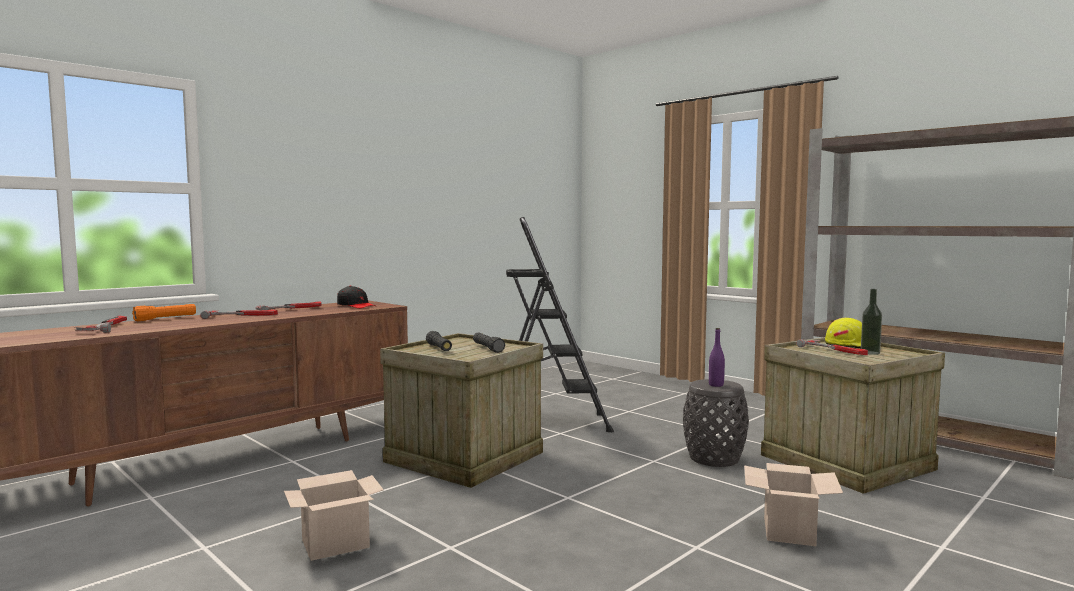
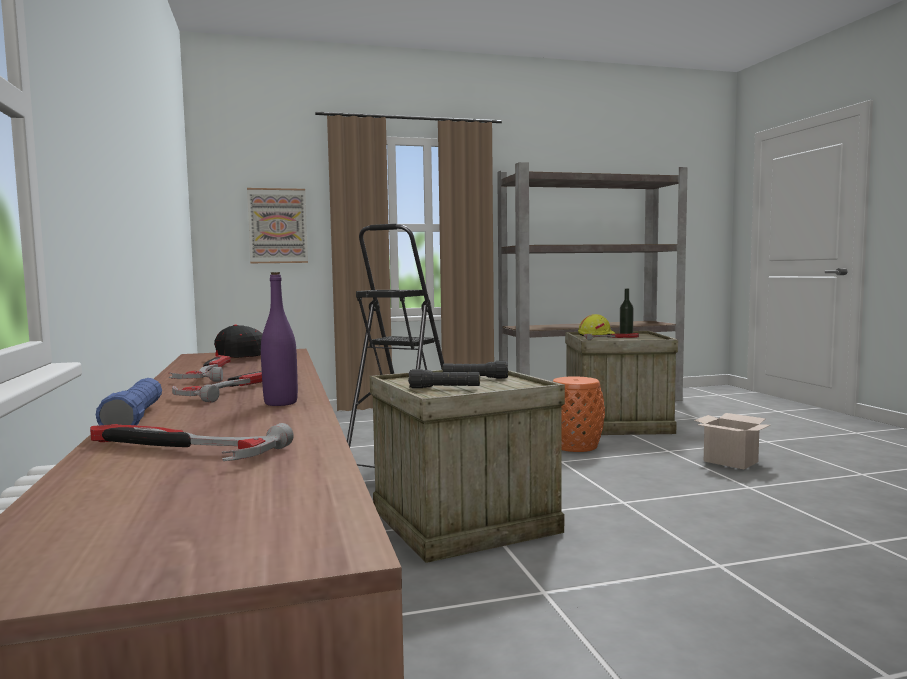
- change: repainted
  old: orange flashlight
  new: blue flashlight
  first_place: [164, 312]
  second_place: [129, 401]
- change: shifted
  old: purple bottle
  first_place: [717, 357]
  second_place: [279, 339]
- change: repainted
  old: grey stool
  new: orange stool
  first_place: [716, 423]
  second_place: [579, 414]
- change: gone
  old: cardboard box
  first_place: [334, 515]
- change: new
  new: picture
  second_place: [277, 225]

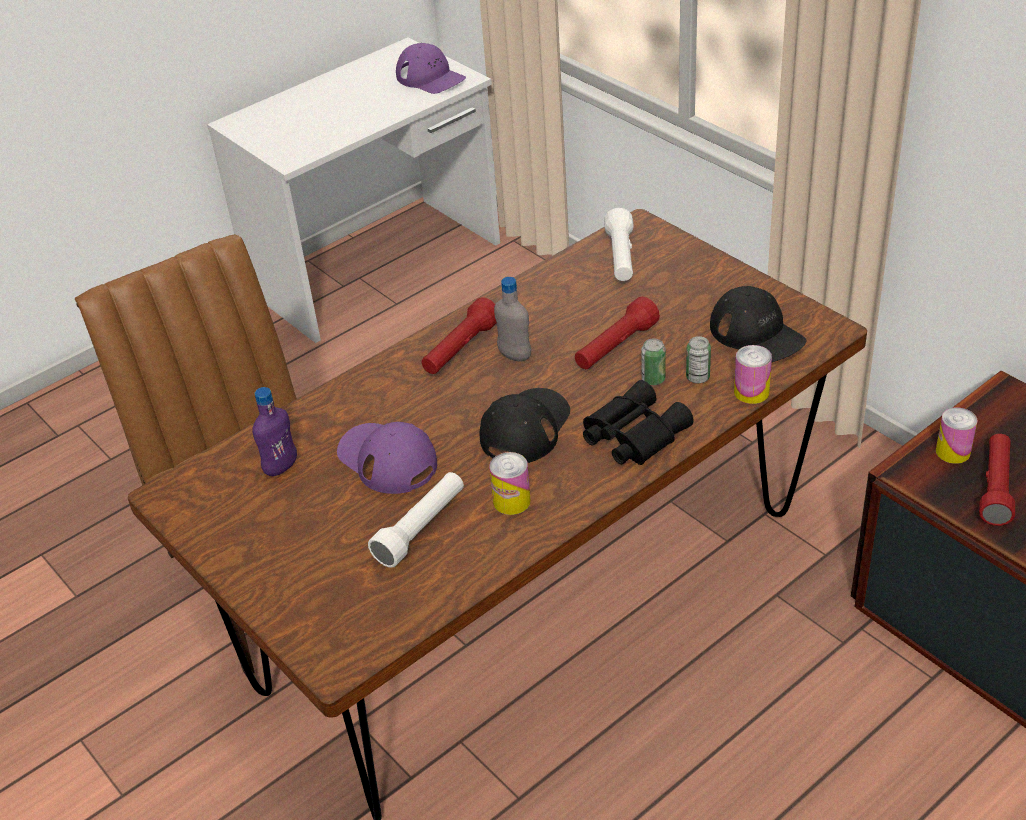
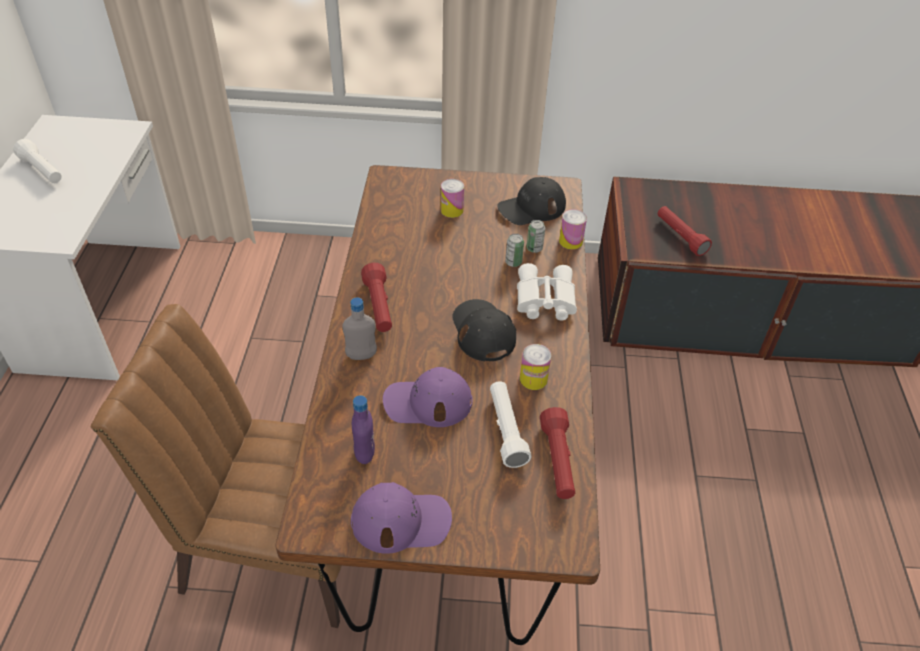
- change: shifted
  old: purple cap
  first_place: [431, 68]
  second_place: [401, 518]
- change: shifted
  old: white flashlight
  first_place: [619, 244]
  second_place: [37, 161]
- change: shifted
  old: grey bottle
  first_place: [512, 319]
  second_place: [359, 328]
- change: rotated
  old: black cap
  first_place: [758, 324]
  second_place: [532, 201]
  degrees: 150
- change: shifted
  old: red flashlight
  first_place: [617, 332]
  second_place: [557, 453]
- change: repainted
  old: black binoculars
  new: white binoculars
  first_place: [638, 422]
  second_place: [547, 291]
- change: shifted
  old: can
  first_place: [957, 435]
  second_place: [452, 198]

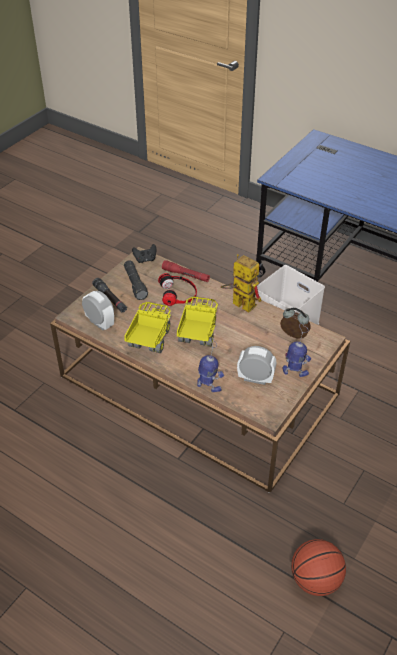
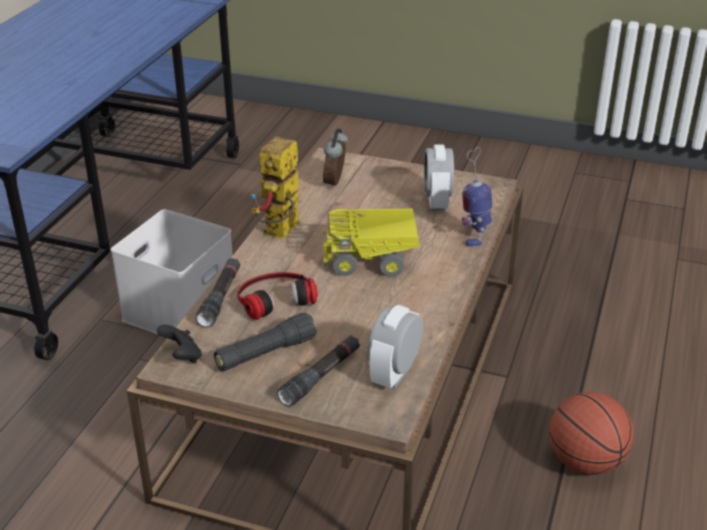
- change: repainted
  old: red flashlight
  new: black flashlight
  first_place: [186, 271]
  second_place: [218, 292]
- change: gone
  old: toy truck
  first_place: [148, 327]
- change: gone
  old: toy robot
  first_place: [296, 350]
- change: shifted
  old: basketball
  first_place: [318, 567]
  second_place: [591, 433]

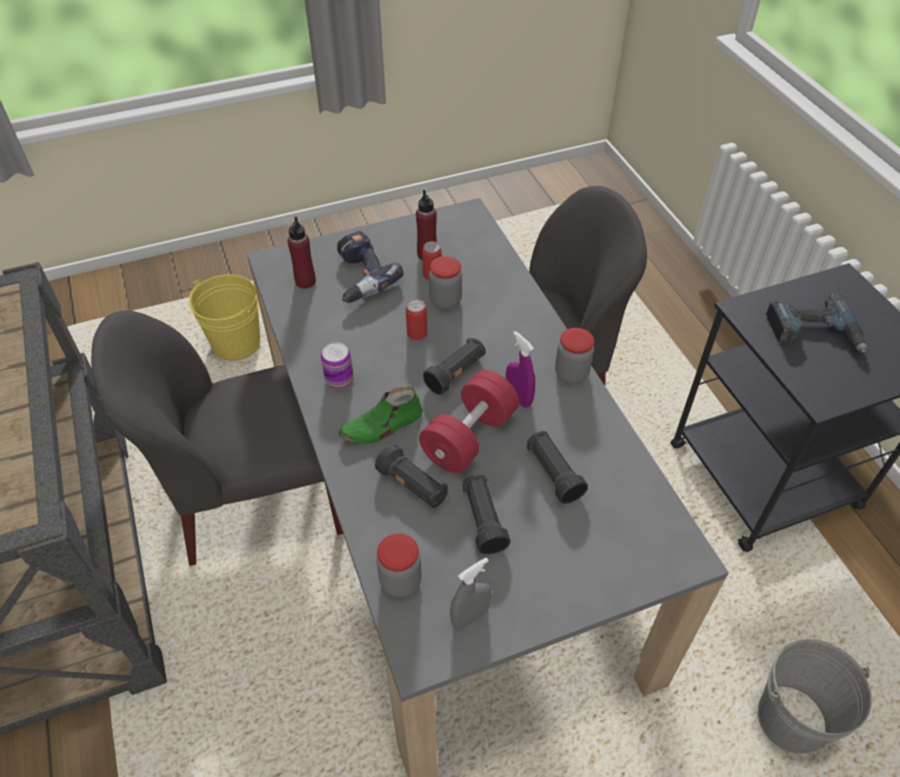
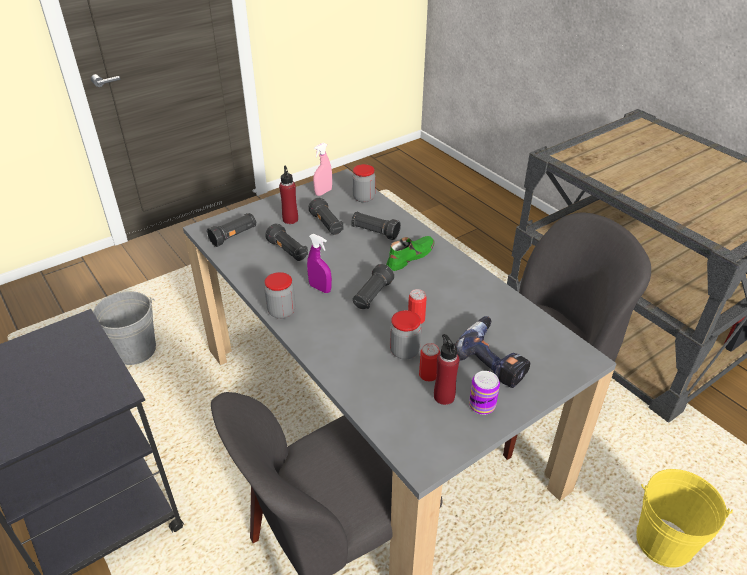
- change: shifted
  old: red bottle
  first_place: [301, 253]
  second_place: [288, 194]
- change: gone
  old: power drill
  first_place: [816, 323]
- change: shifted
  old: can
  first_place: [337, 365]
  second_place: [484, 393]
- change: gone
  old: red dumbbell
  first_place: [469, 421]
- change: repainted
  old: grey spray bottle
  new: pink spray bottle
  first_place: [470, 593]
  second_place: [322, 169]
- change: new
  new: black flashlight
  second_place: [232, 230]

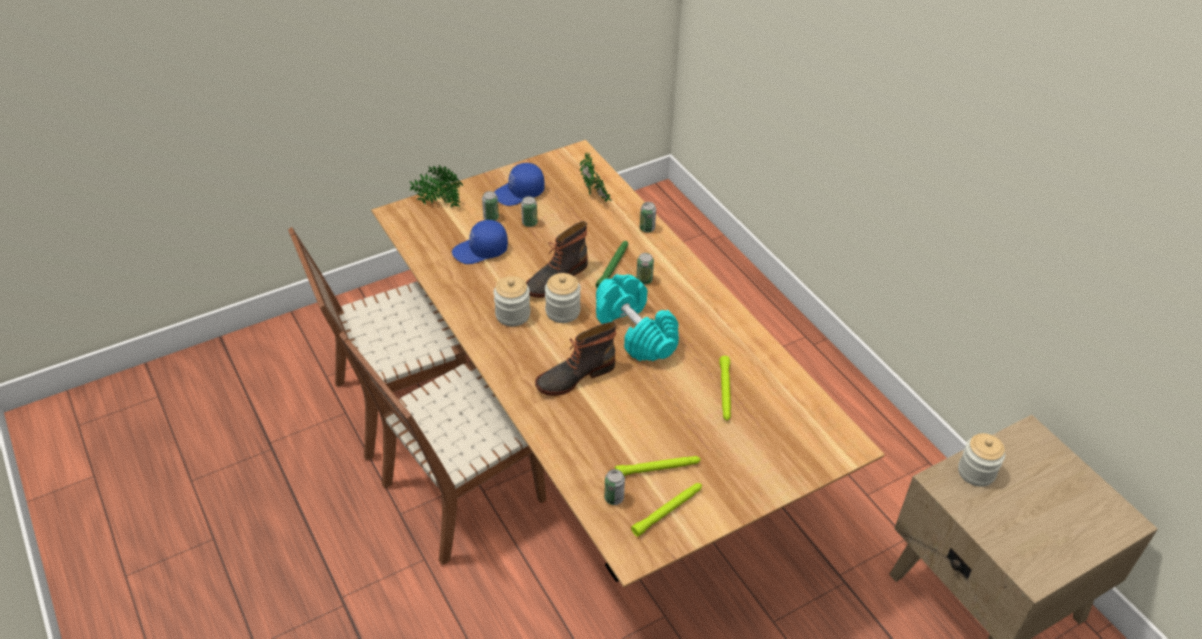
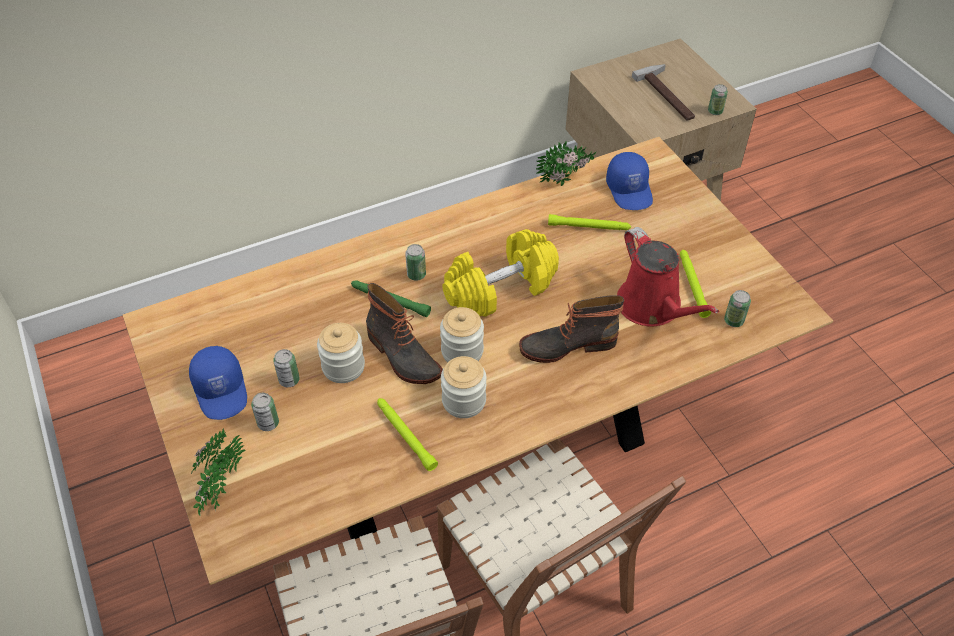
- change: shifted
  old: potted plant
  first_place: [595, 177]
  second_place: [566, 163]
- change: shifted
  old: can
  first_place: [648, 217]
  second_place: [718, 99]
- change: shifted
  old: blue cap
  first_place: [480, 242]
  second_place: [629, 181]
- change: repainted
  old: turquoise dumbbell
  new: yellow dumbbell
  first_place: [637, 317]
  second_place: [500, 273]
- change: rotated
  old: boot
  first_place: [575, 359]
  second_place: [571, 329]
  degrees: 105
- change: shifted
  old: jar
  first_place: [981, 460]
  second_place: [341, 353]
- change: shifted
  old: green flashlight
  first_place: [666, 510]
  second_place: [407, 434]
- change: new
  new: hammer
  second_place: [663, 92]
- change: new
  new: red watering can
  second_place: [668, 277]

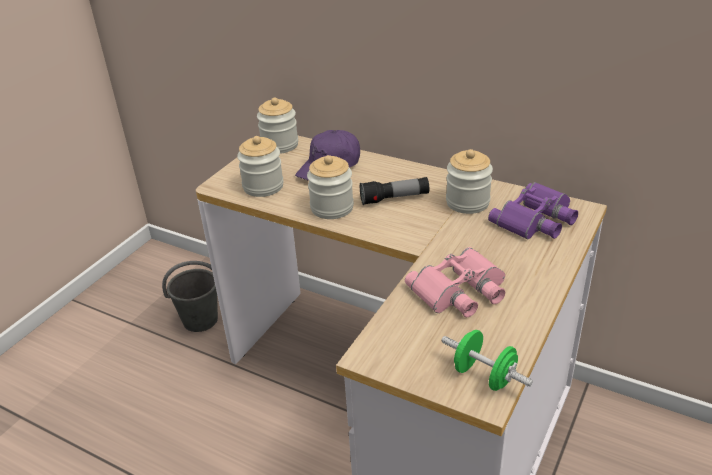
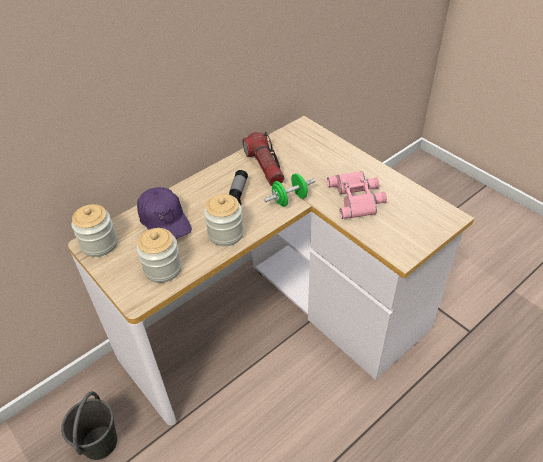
- change: swapped
  old: jar
  new: flashlight
  first_place: [469, 181]
  second_place: [264, 159]
- change: gone
  old: purple binoculars
  first_place: [533, 210]
- change: shifted
  old: green dumbbell
  first_place: [487, 360]
  second_place: [289, 190]

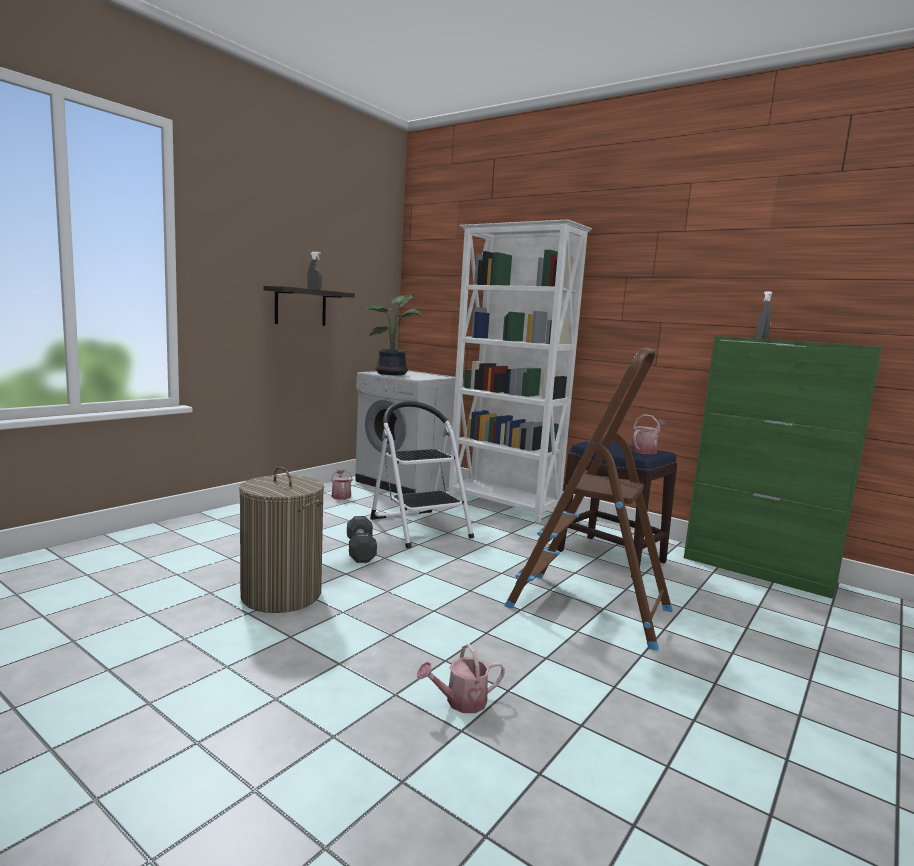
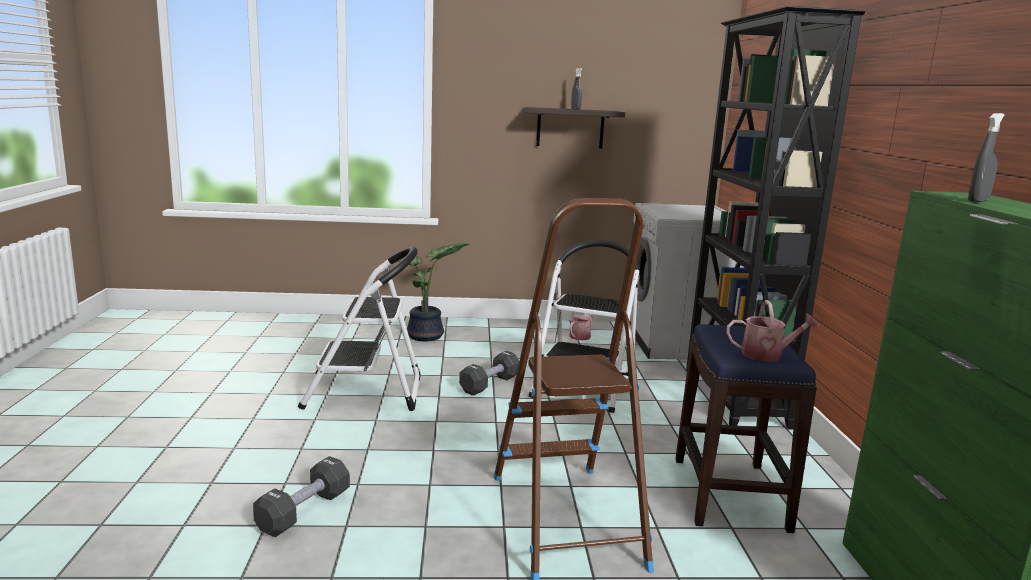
- change: repainted
  old: white bookcase
  new: black bookcase
  first_place: [520, 371]
  second_place: [776, 218]
- change: shifted
  old: potted plant
  first_place: [394, 334]
  second_place: [434, 292]
- change: swapped
  old: laundry basket
  new: step ladder
  first_place: [281, 539]
  second_place: [359, 329]
- change: swapped
  old: watering can
  new: black dumbbell
  first_place: [461, 678]
  second_place: [301, 496]

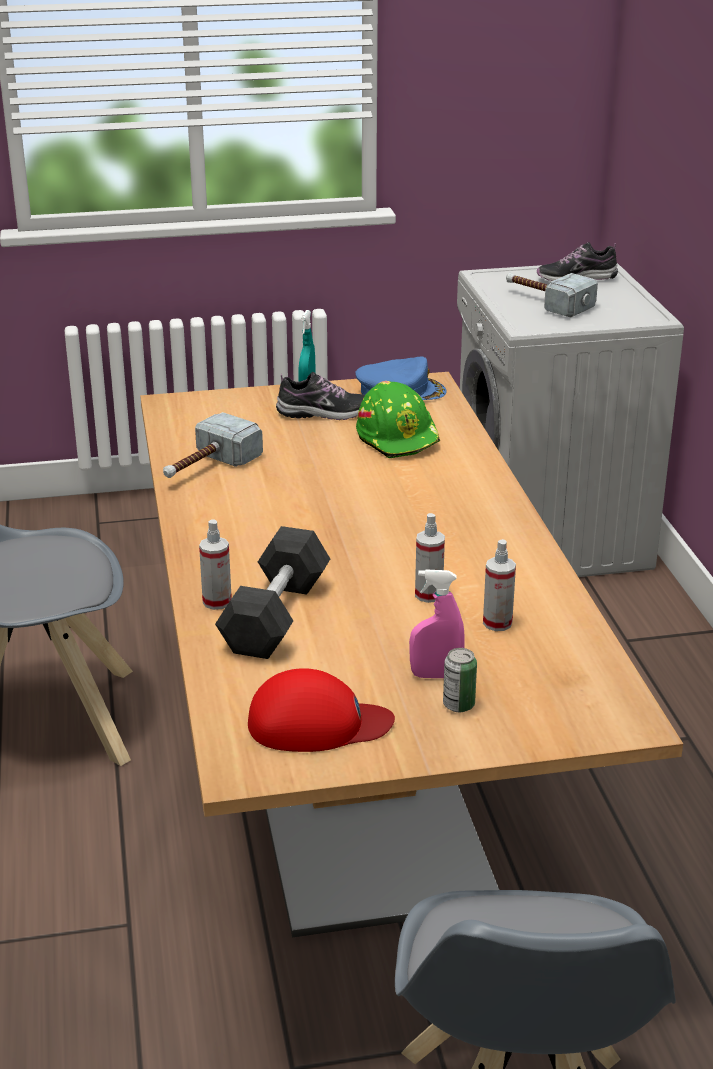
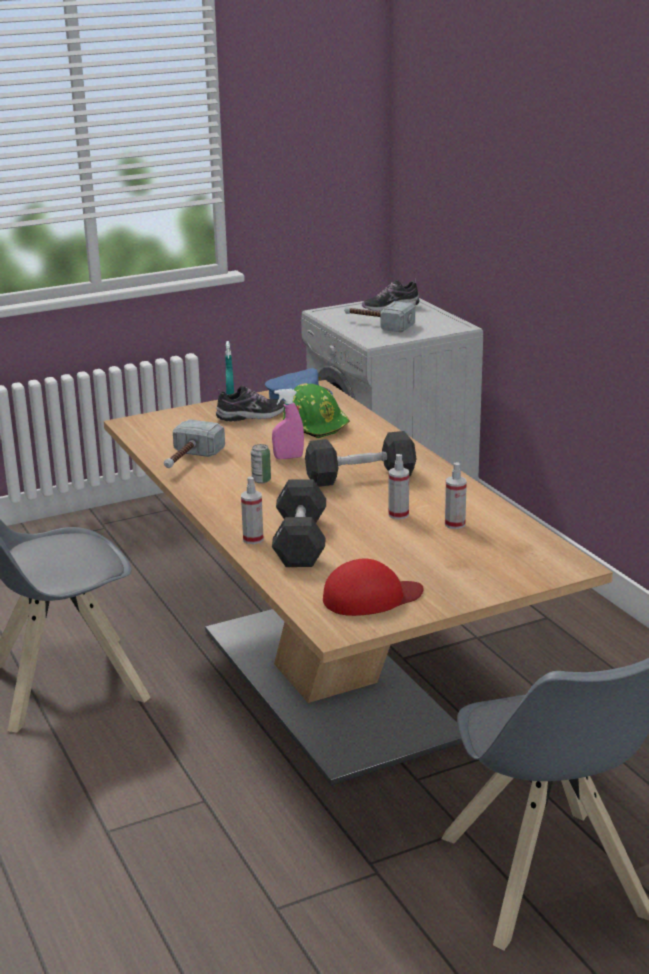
- change: shifted
  old: pink spray bottle
  first_place: [437, 623]
  second_place: [288, 424]
- change: shifted
  old: can
  first_place: [460, 680]
  second_place: [261, 463]
- change: new
  new: black dumbbell
  second_place: [360, 459]

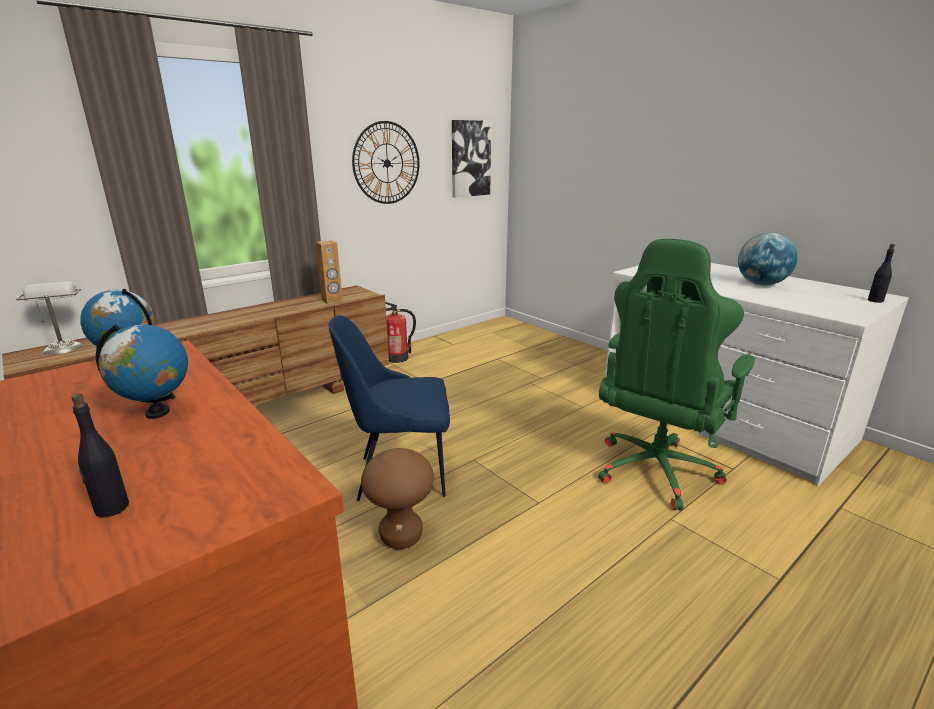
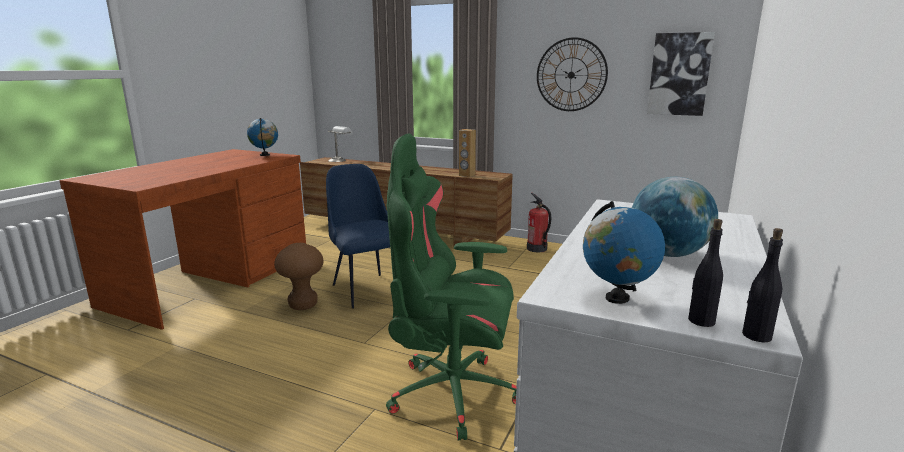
- change: shifted
  old: globe
  first_place: [142, 371]
  second_place: [624, 252]
- change: shifted
  old: black bottle
  first_place: [100, 455]
  second_place: [762, 285]

